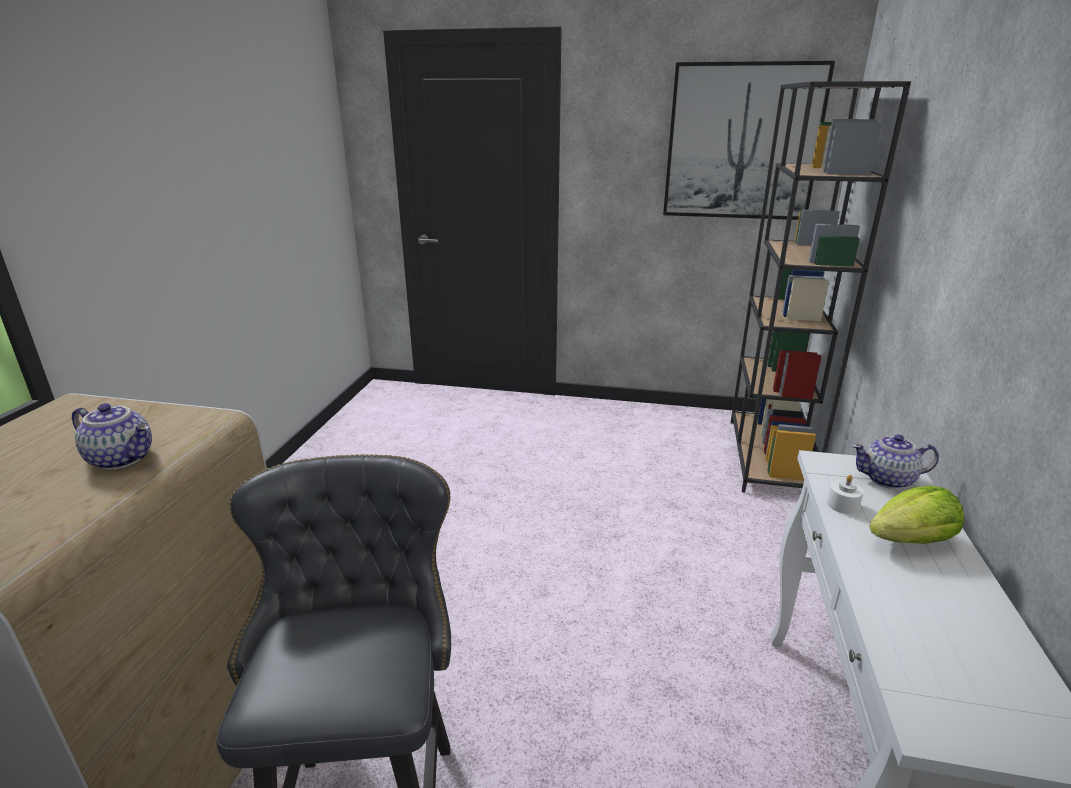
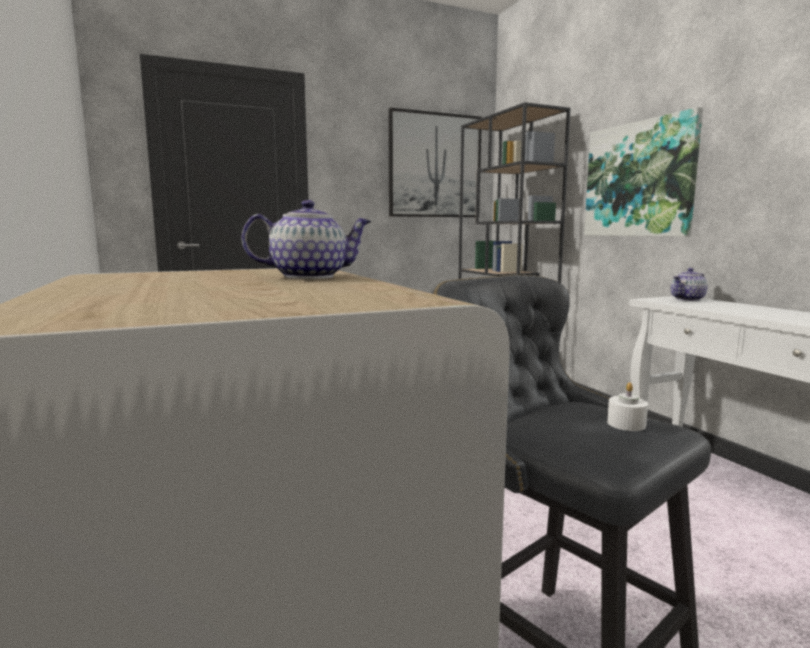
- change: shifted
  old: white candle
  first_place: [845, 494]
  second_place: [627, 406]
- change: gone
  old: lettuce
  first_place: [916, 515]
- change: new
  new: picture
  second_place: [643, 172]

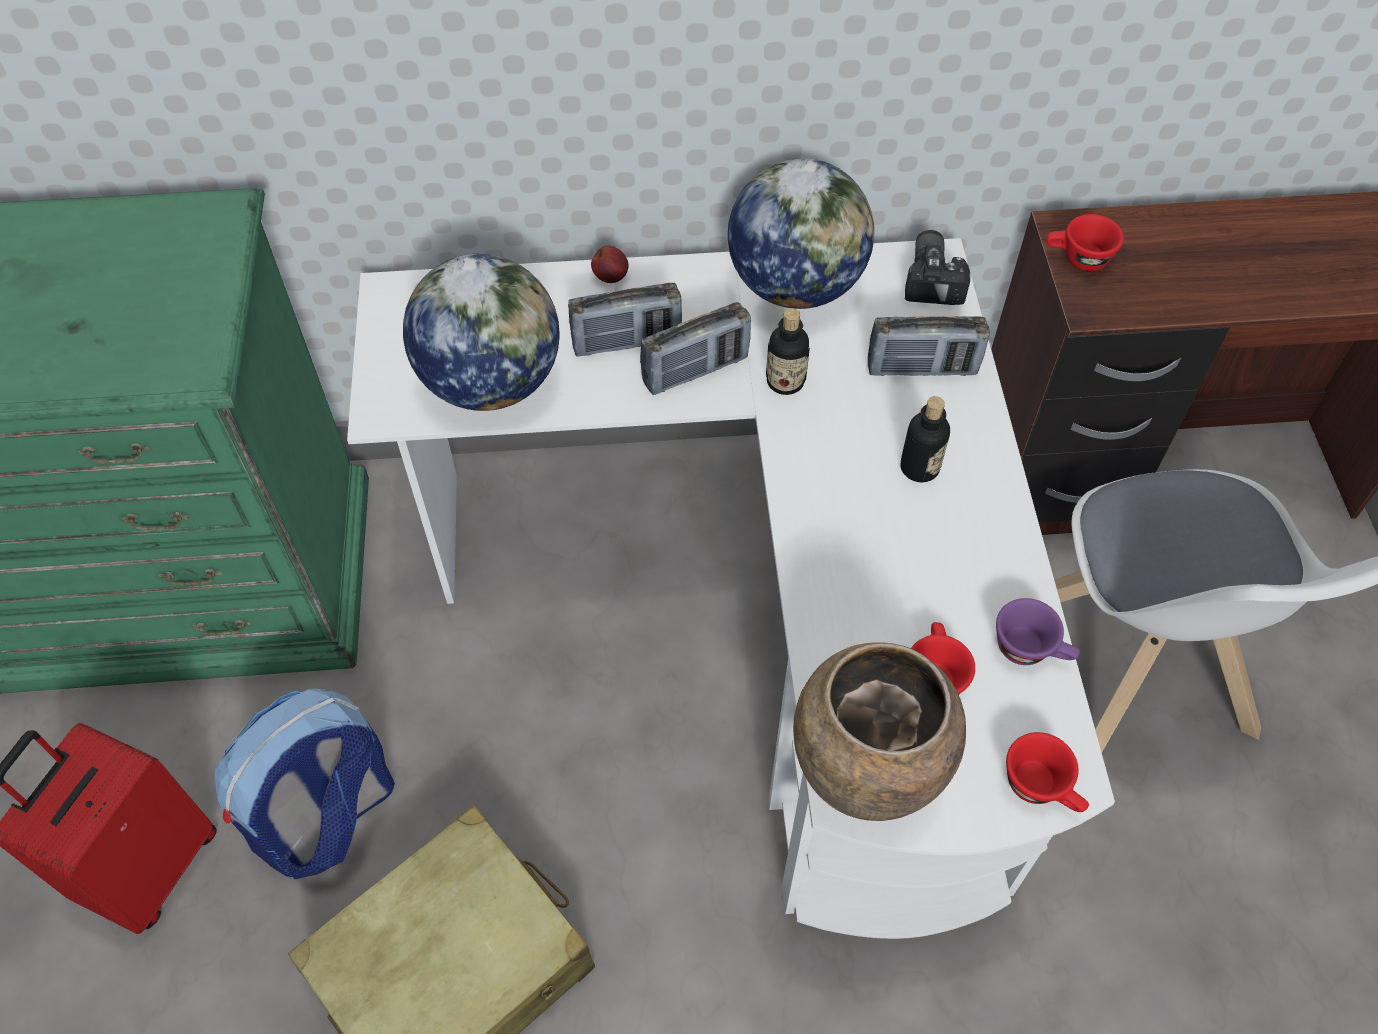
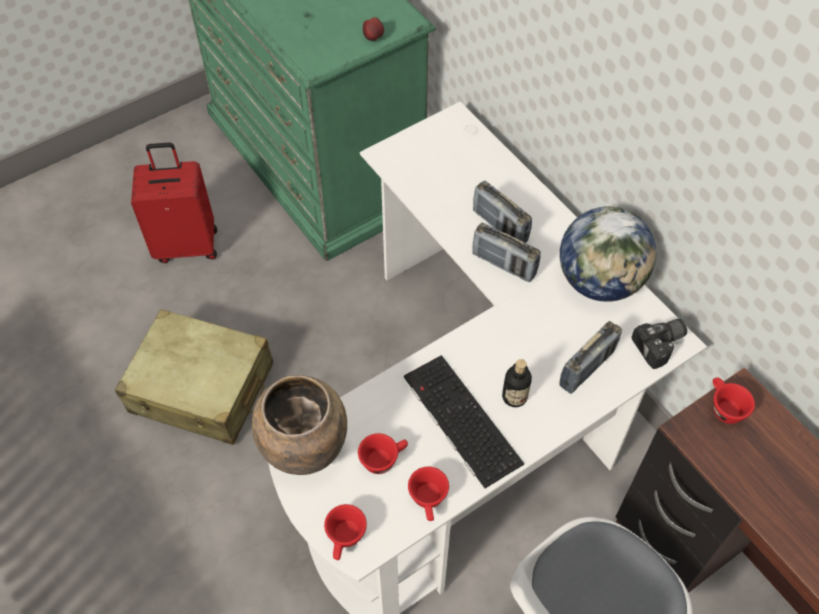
- change: shifted
  old: apple
  first_place: [610, 264]
  second_place: [373, 29]
- change: gone
  old: globe
  first_place: [481, 332]
- change: gone
  old: bottle
  first_place: [788, 351]
- change: rotated
  old: radio
  first_place: [929, 346]
  second_place: [590, 357]
  degrees: -105
- change: repainted
  old: purple cup
  new: red cup
  first_place: [1038, 631]
  second_place: [428, 494]
- change: gone
  old: backpack
  first_place: [305, 783]
- change: new
  new: keyboard
  second_place: [464, 422]

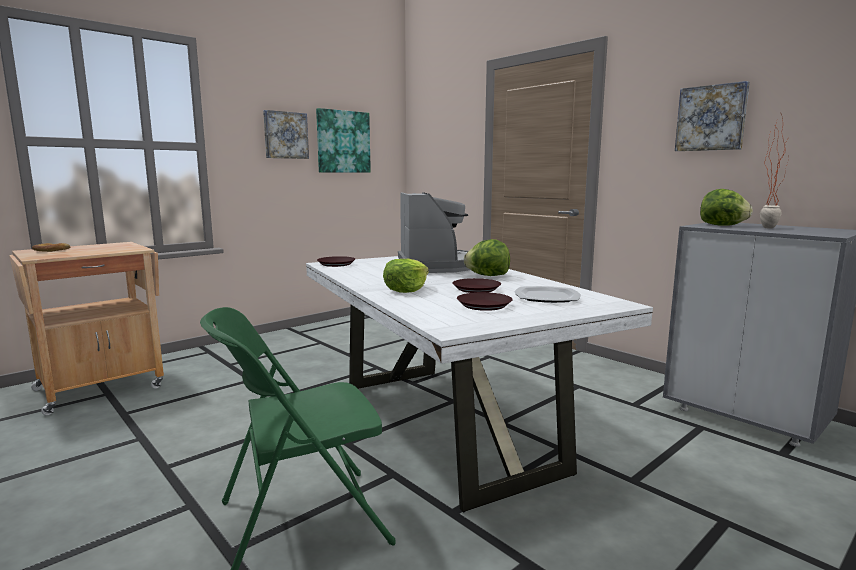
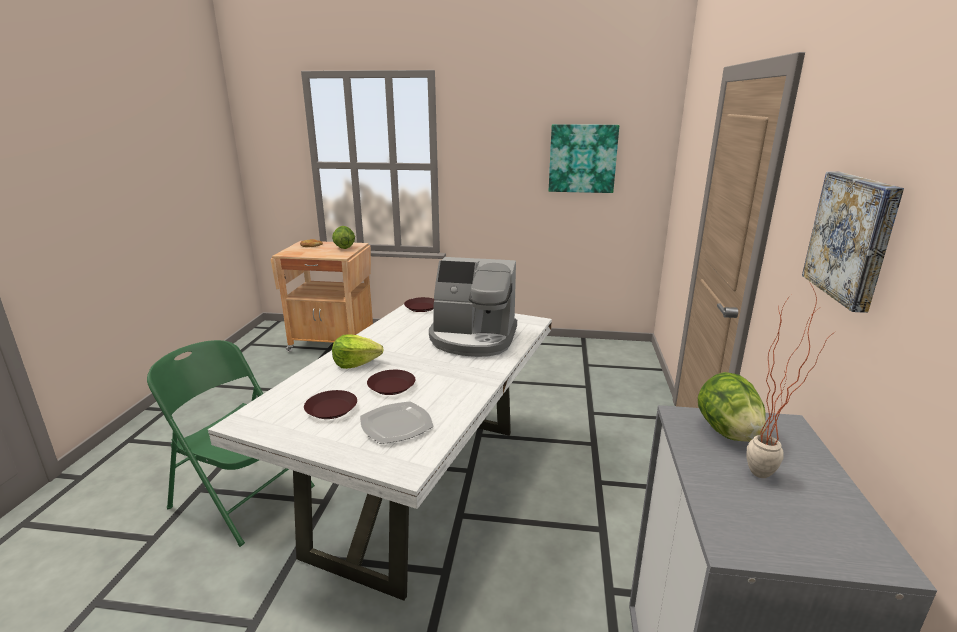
- change: gone
  old: picture
  first_place: [286, 134]
- change: rotated
  old: coffee machine
  first_place: [434, 232]
  second_place: [473, 307]
  degrees: 60
- change: shifted
  old: lettuce
  first_place: [487, 257]
  second_place: [343, 237]

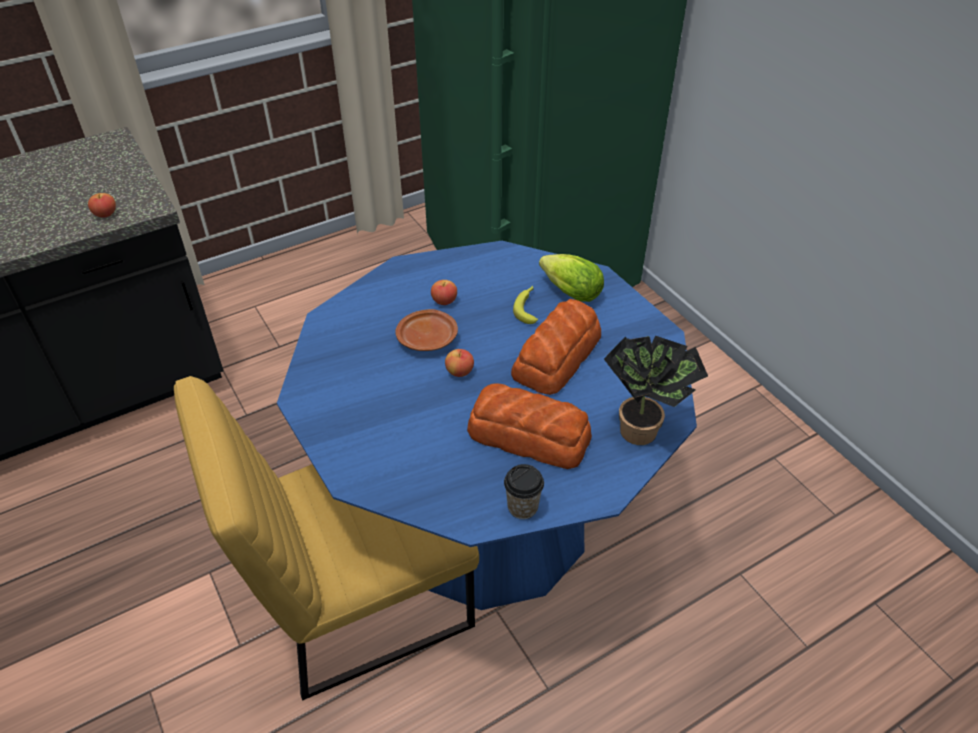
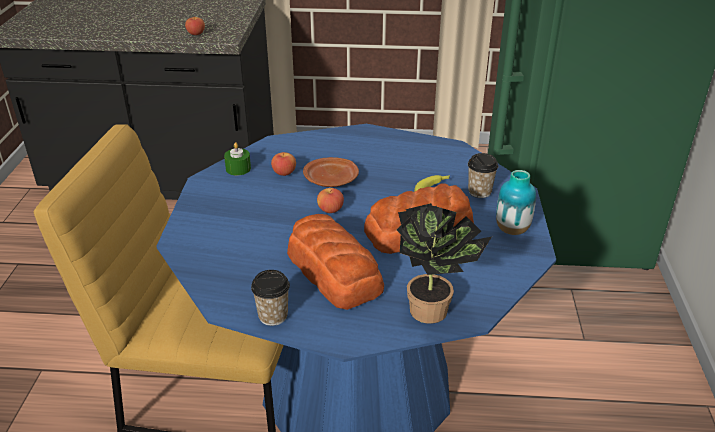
- change: swapped
  old: lettuce
  new: cup
  first_place: [571, 278]
  second_place: [483, 175]
- change: shifted
  old: apple
  first_place: [444, 292]
  second_place: [283, 164]
- change: new
  new: green candle
  second_place: [237, 158]
- change: new
  new: vase
  second_place: [516, 202]

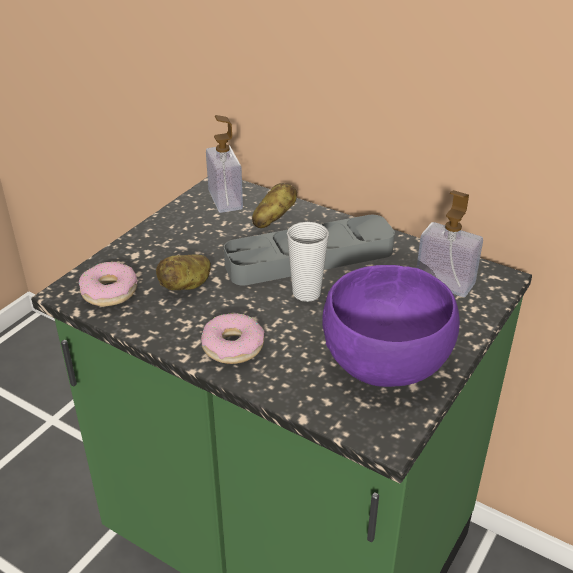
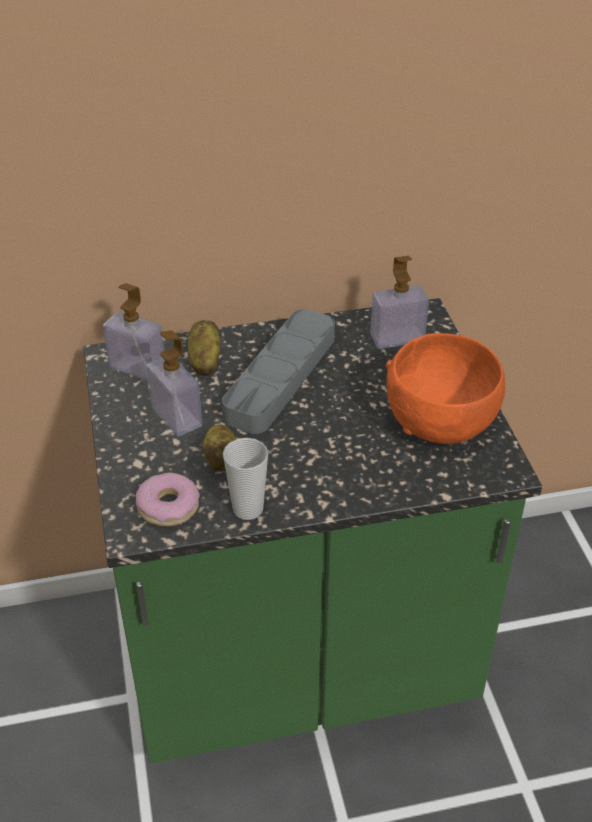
- change: shifted
  old: cup
  first_place: [308, 262]
  second_place: [245, 479]
- change: repainted
  old: purple bowl
  new: orange bowl
  first_place: [391, 326]
  second_place: [445, 388]
- change: gone
  old: donut
  first_place: [233, 338]
- change: new
  new: soap dispenser
  second_place: [174, 383]

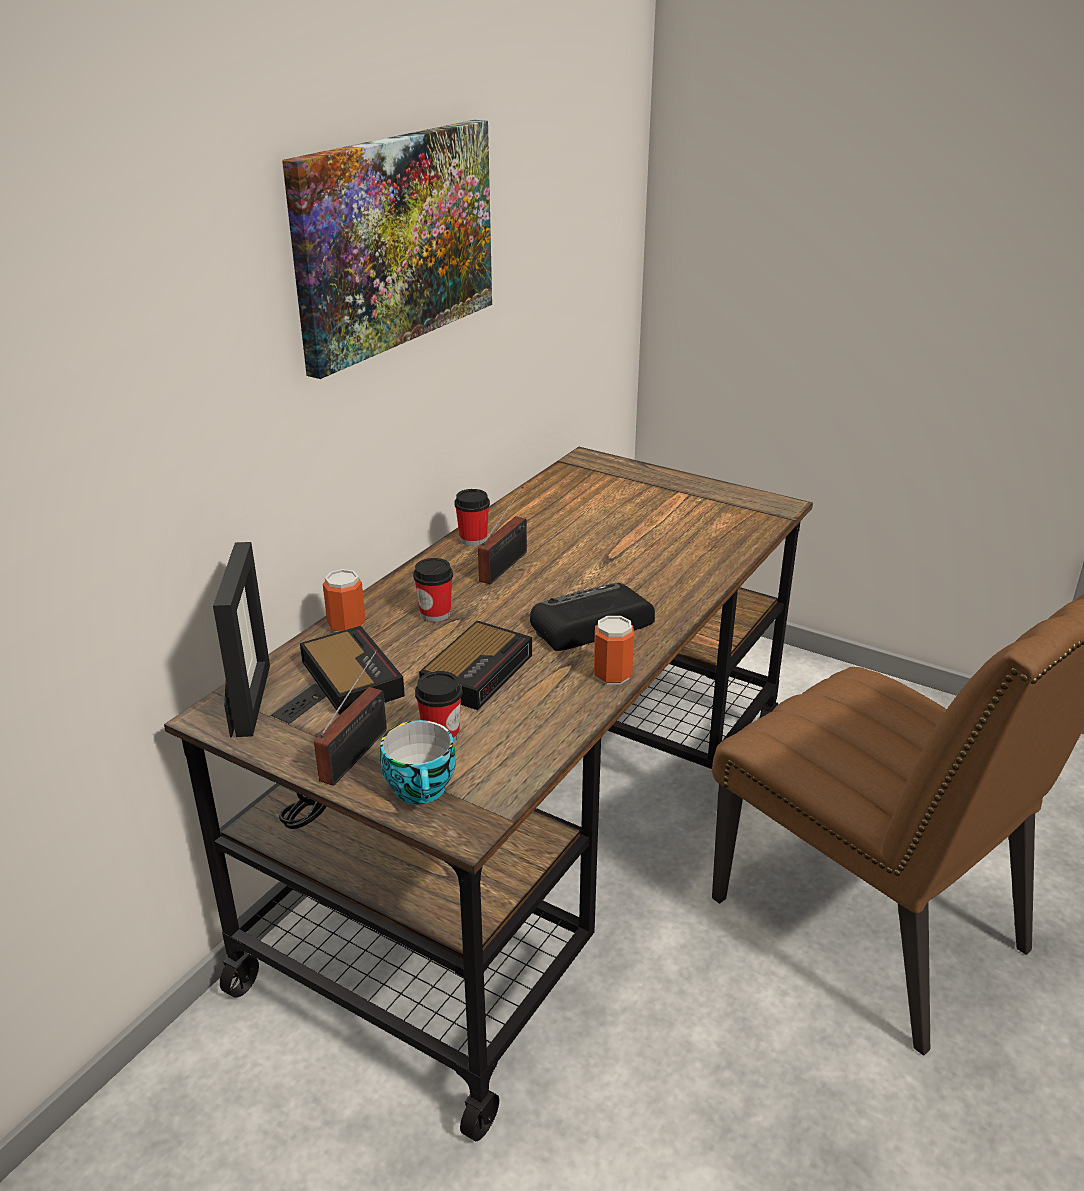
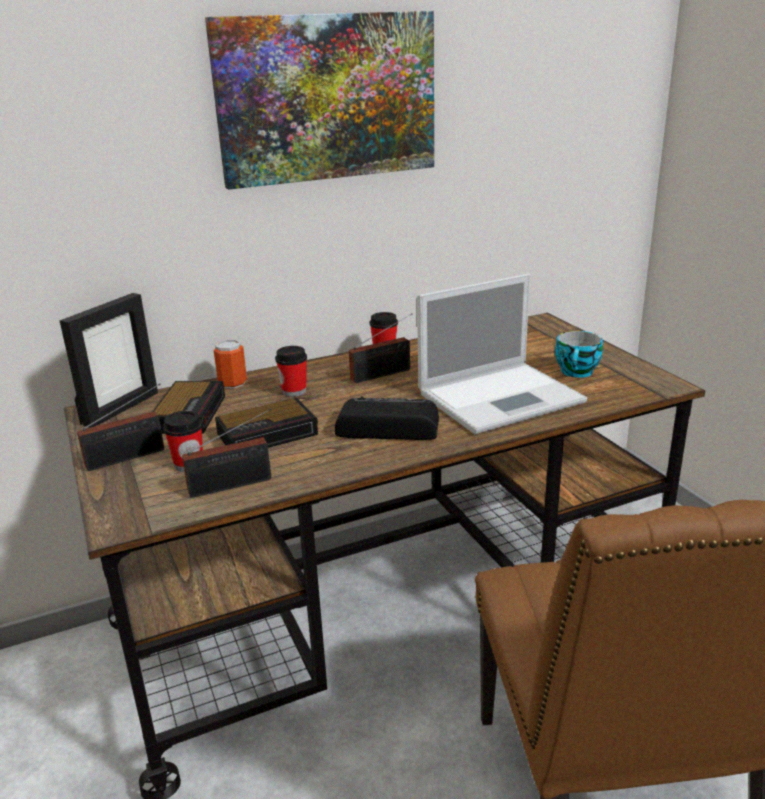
- change: gone
  old: can
  first_place: [614, 650]
- change: shifted
  old: cup
  first_place: [418, 762]
  second_place: [579, 354]
- change: new
  new: laptop
  second_place: [502, 354]
- change: new
  new: radio
  second_place: [227, 453]

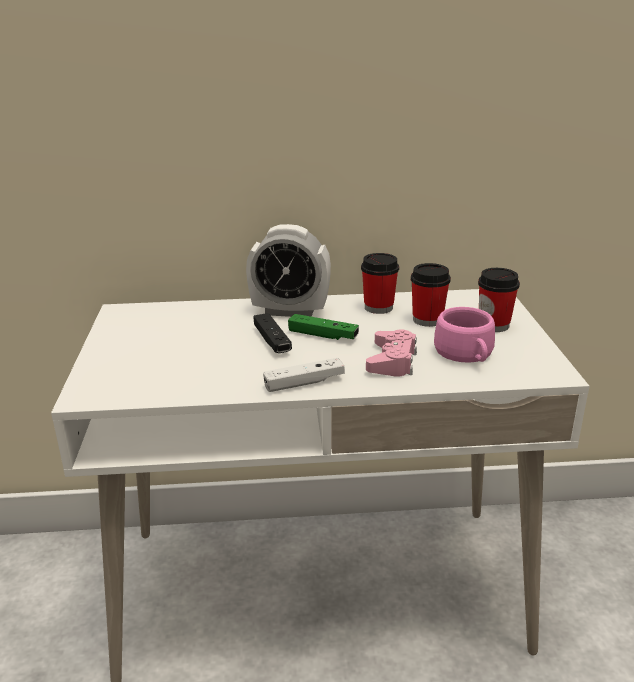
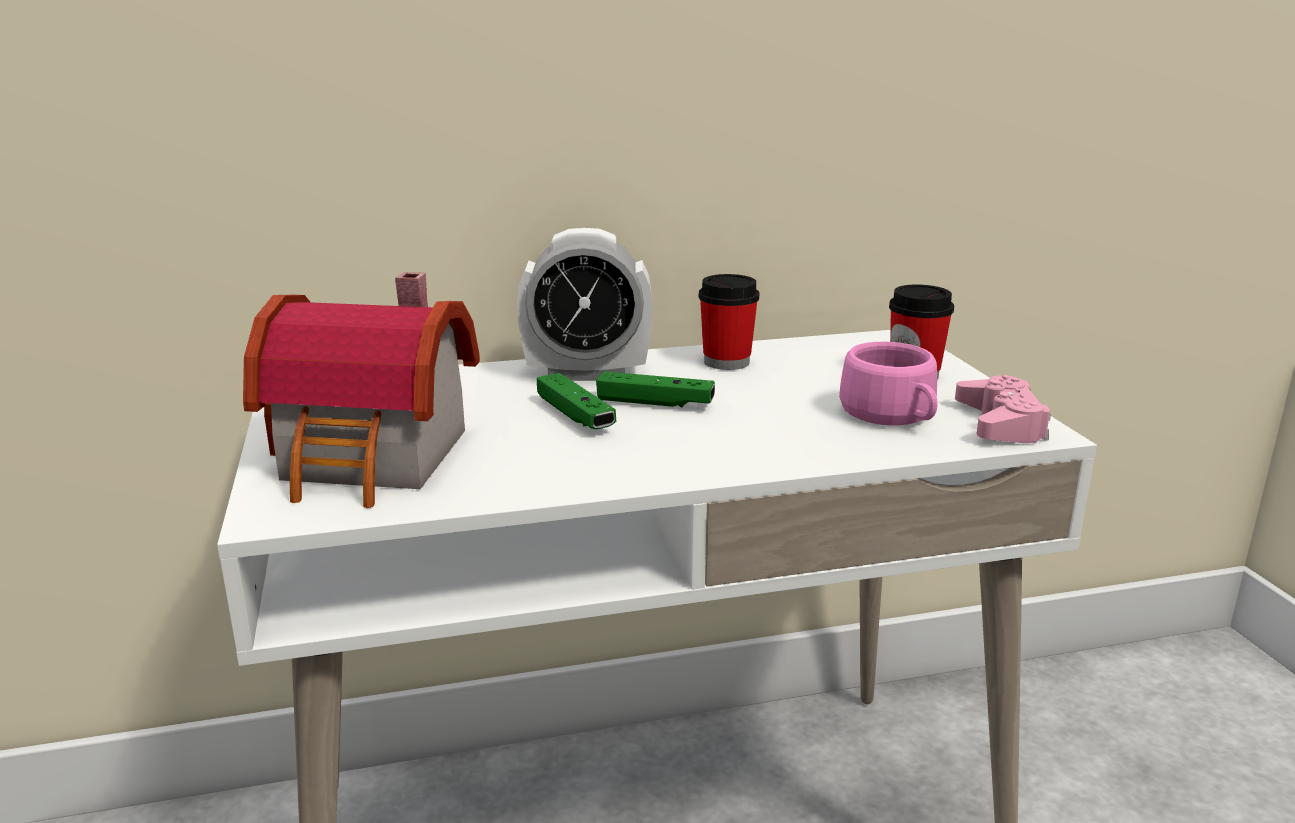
- change: gone
  old: cup
  first_place: [431, 295]
- change: repainted
  old: black game controller
  new: green game controller
  first_place: [273, 333]
  second_place: [576, 401]
- change: shifted
  old: pink game controller
  first_place: [391, 353]
  second_place: [1003, 409]
- change: gone
  old: white game controller
  first_place: [303, 375]
- change: new
  new: toy house
  second_place: [361, 390]

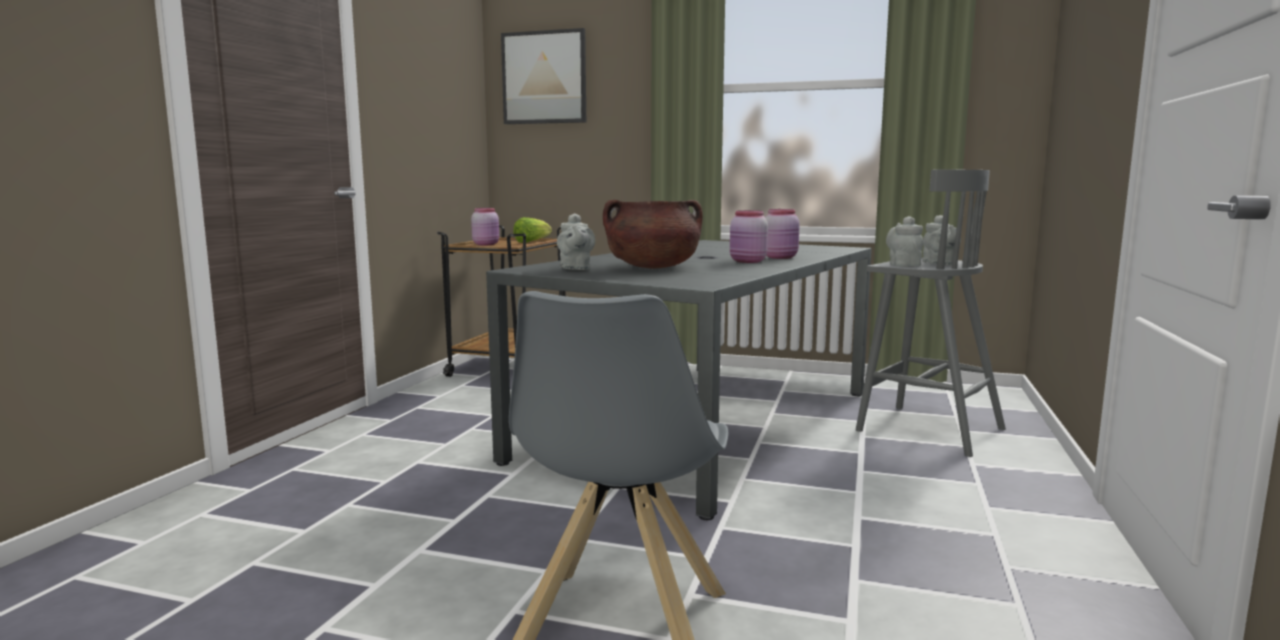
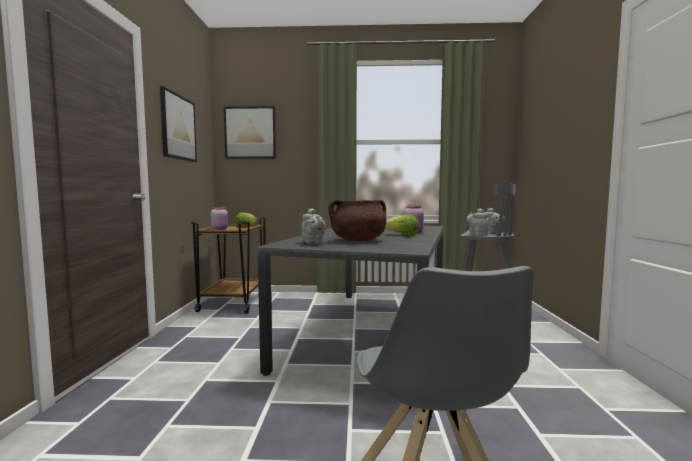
- change: swapped
  old: pink jar
  new: lettuce
  first_place: [749, 236]
  second_place: [402, 225]
- change: new
  new: picture
  second_place: [178, 124]

